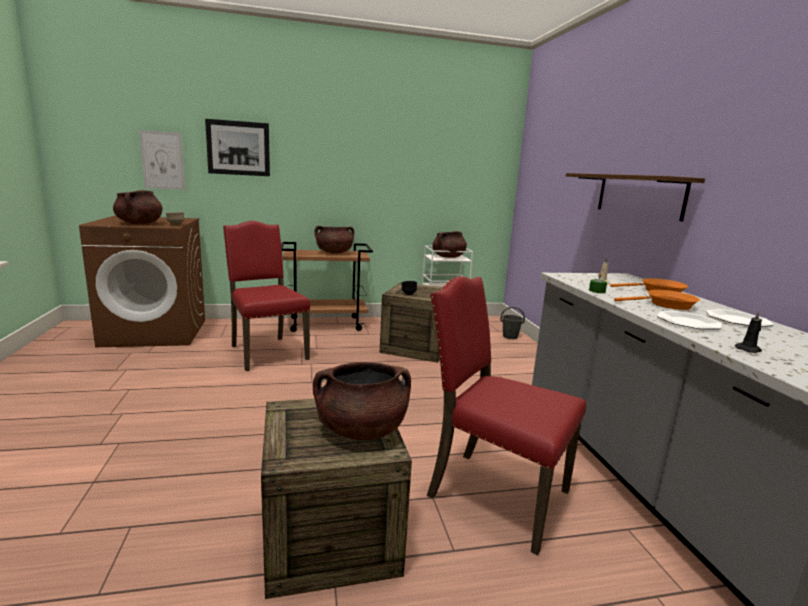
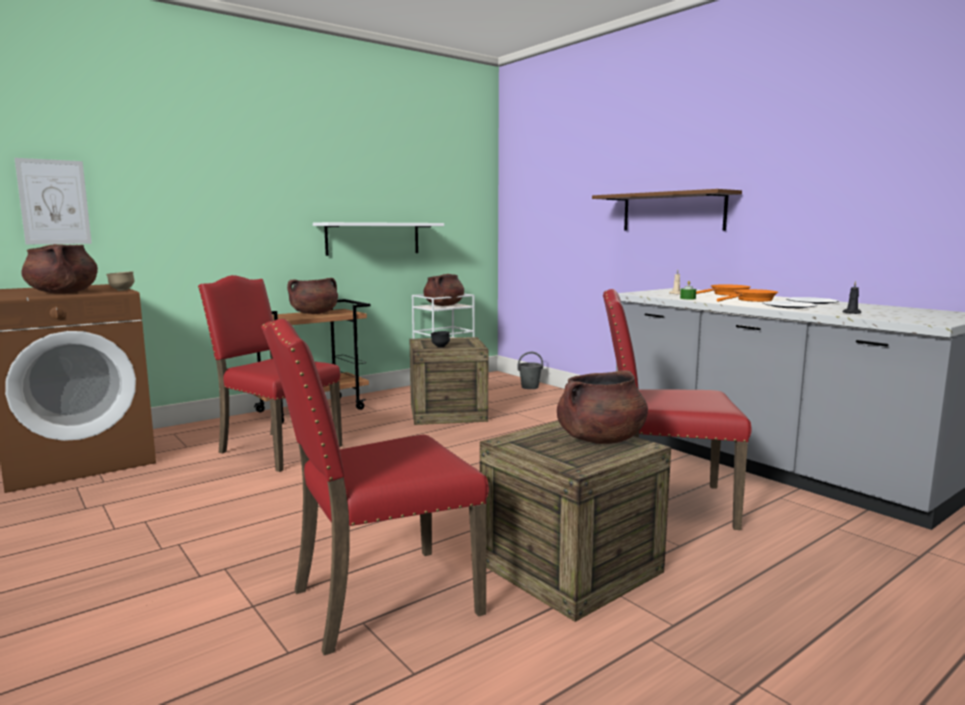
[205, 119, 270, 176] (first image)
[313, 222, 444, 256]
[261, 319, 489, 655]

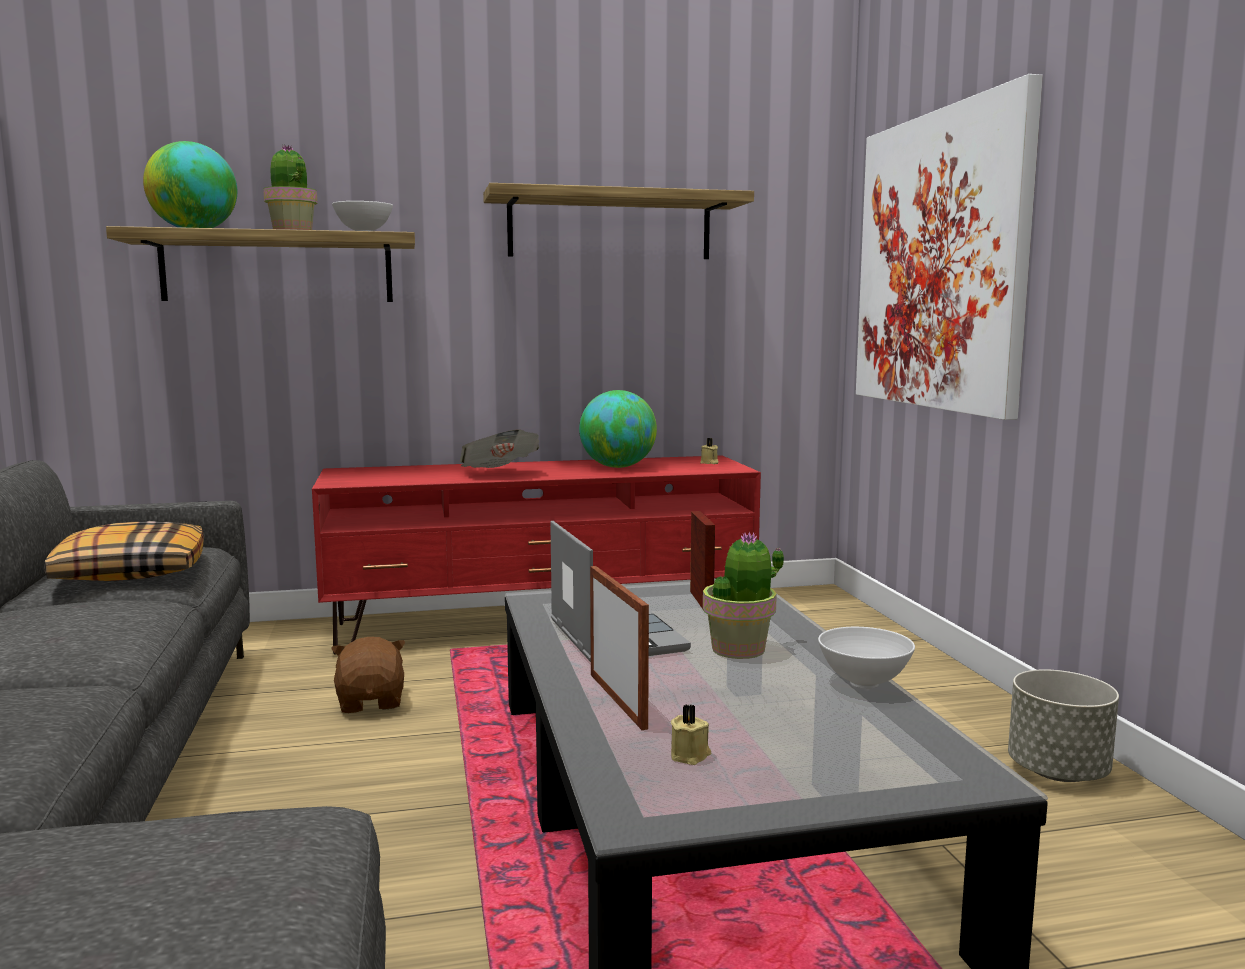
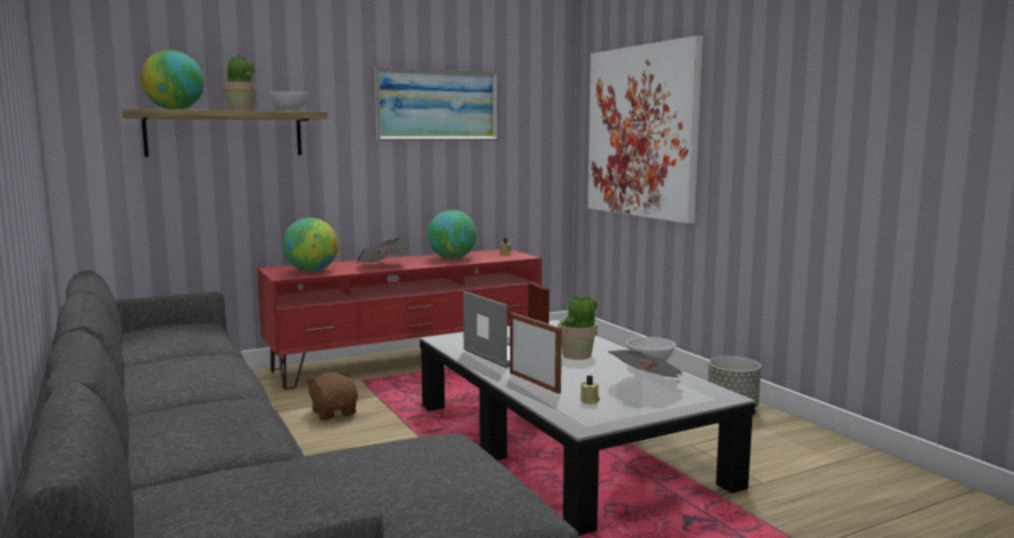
[374, 67, 499, 141]
[44, 521, 204, 581] (first image)
[282, 218, 338, 272]
[608, 350, 684, 377]

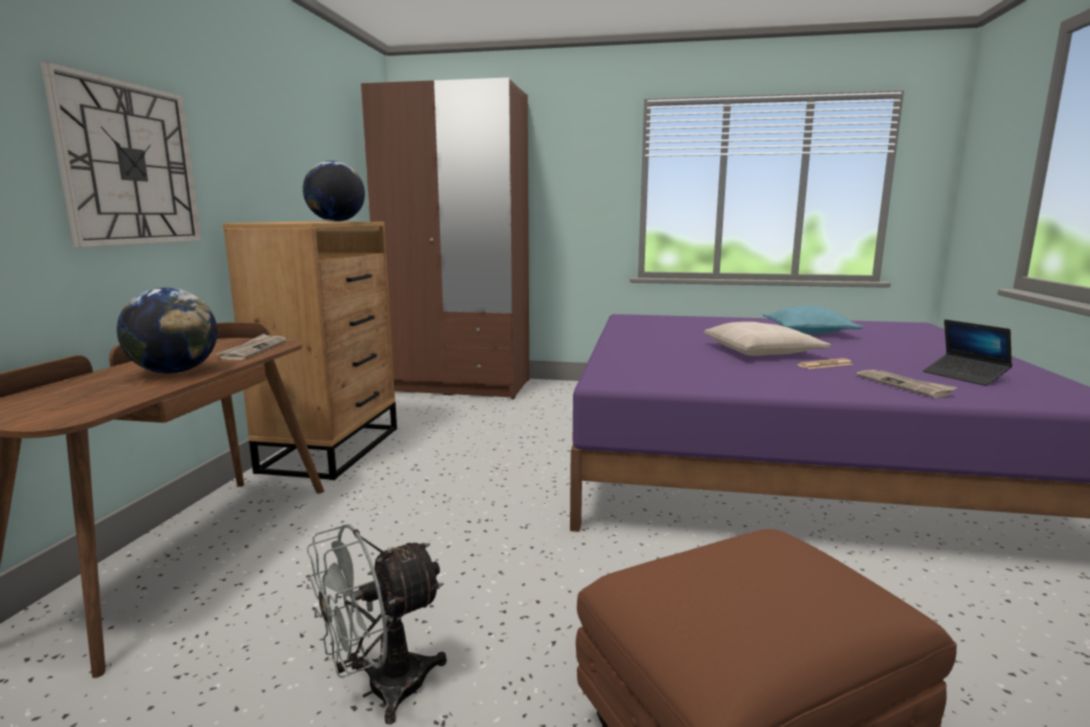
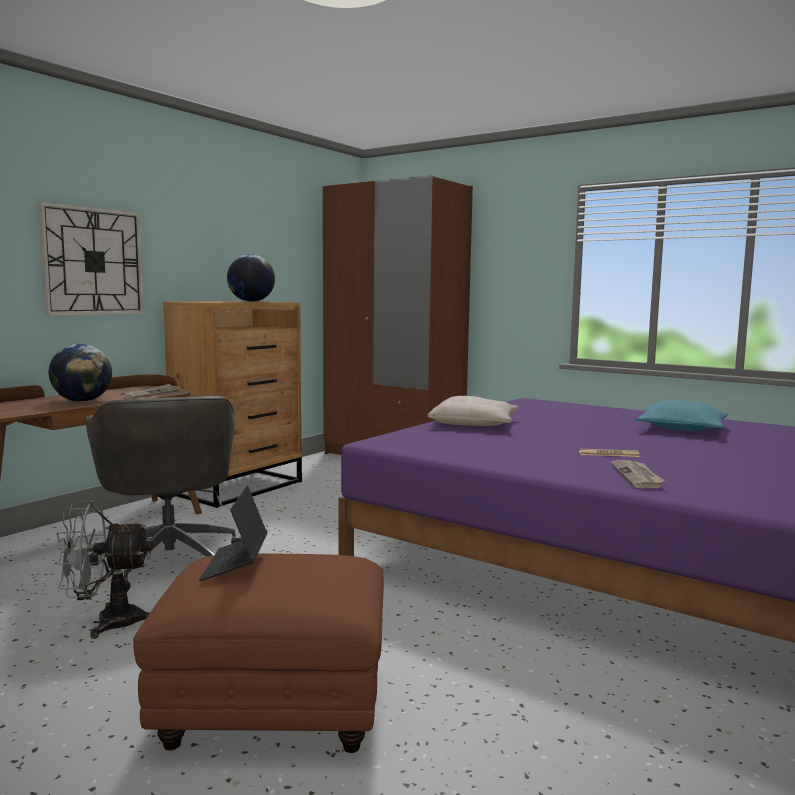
[199, 485, 267, 581]
[428, 396, 519, 426]
[86, 396, 242, 592]

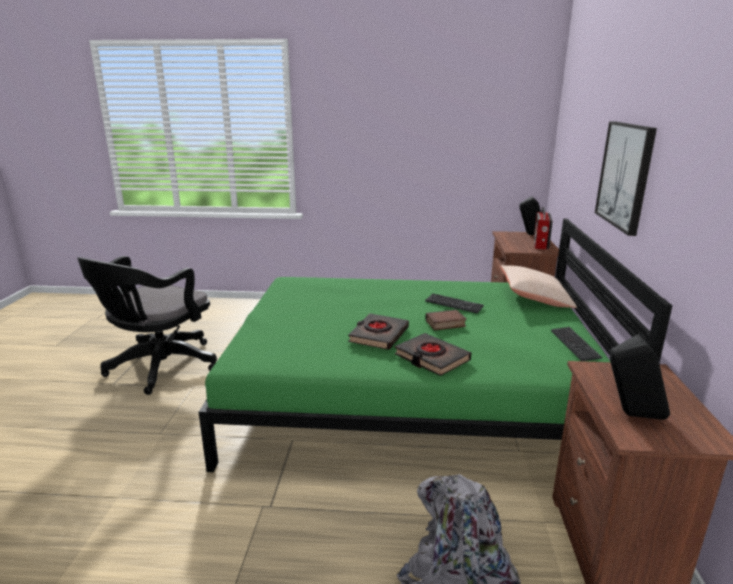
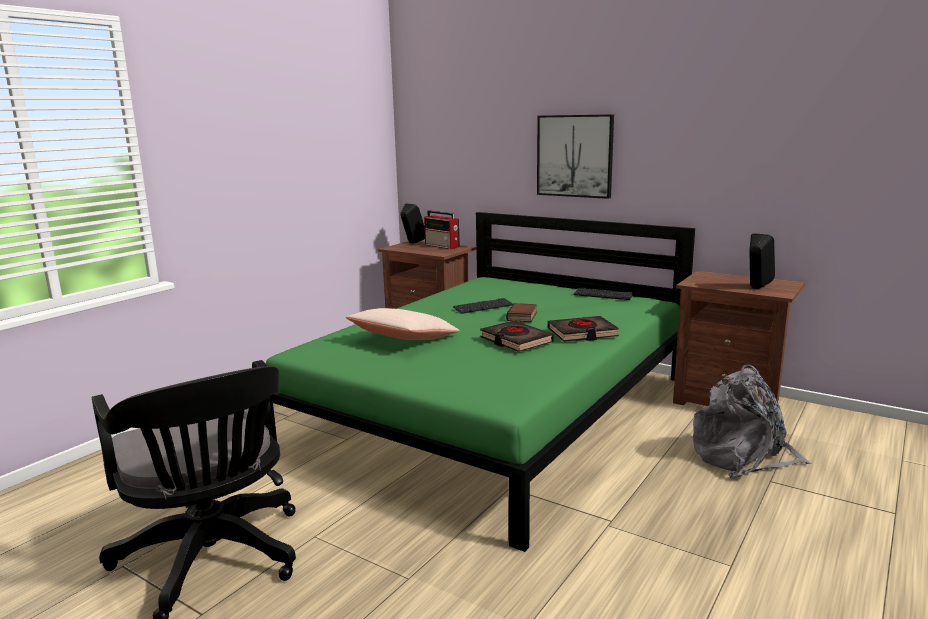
[346, 308, 460, 340]

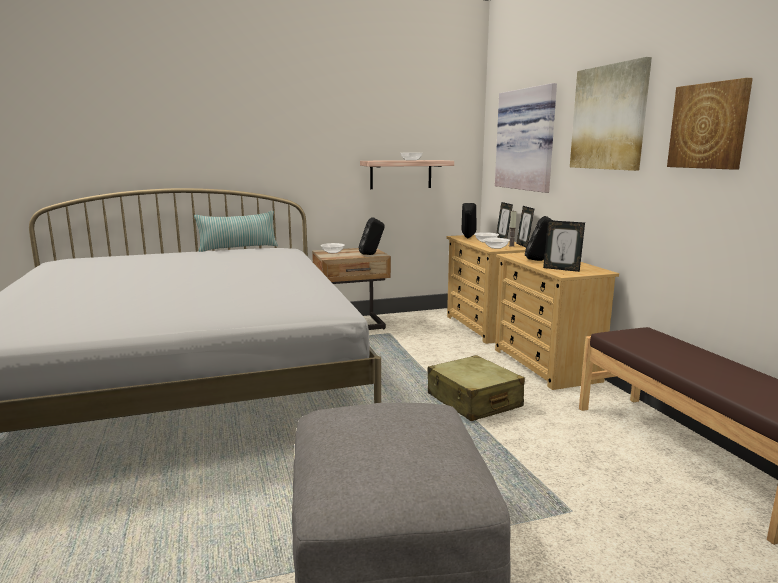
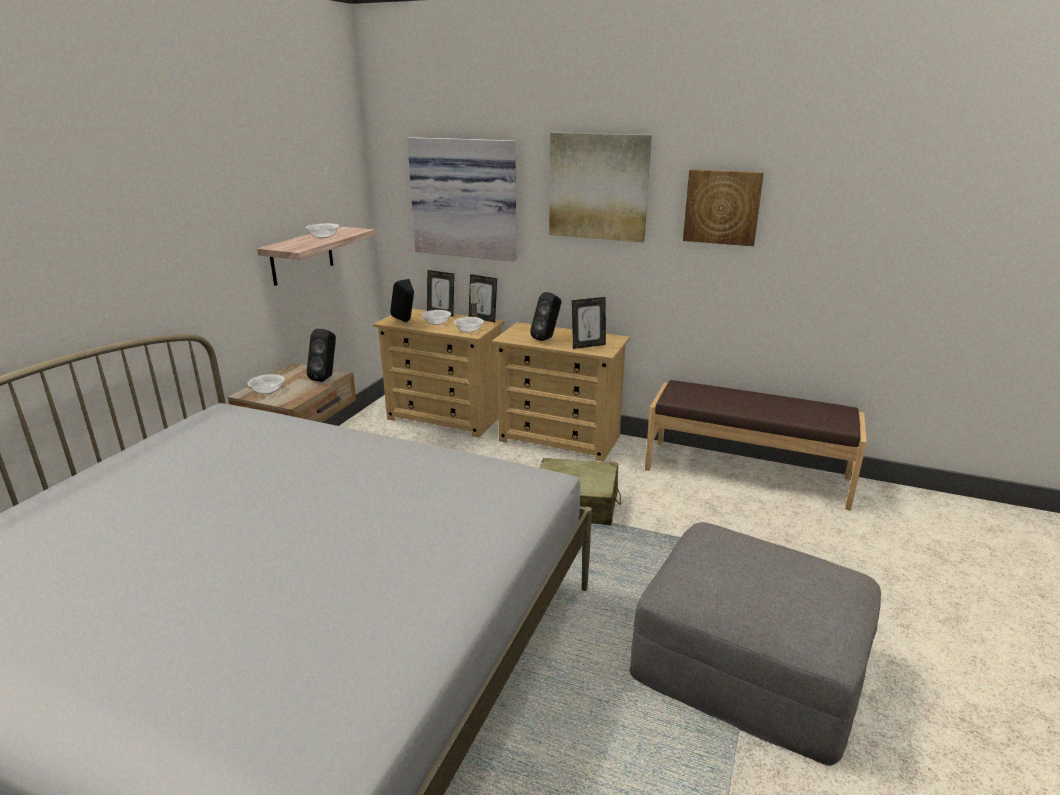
[194, 211, 278, 252] (first image)

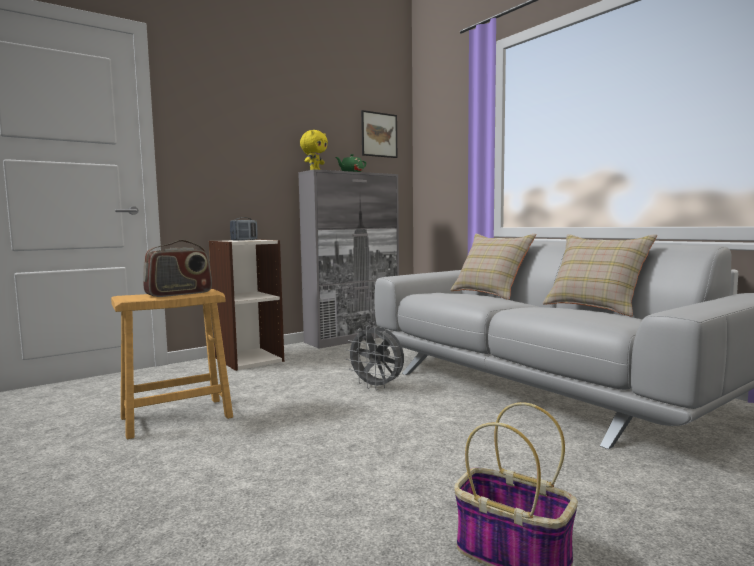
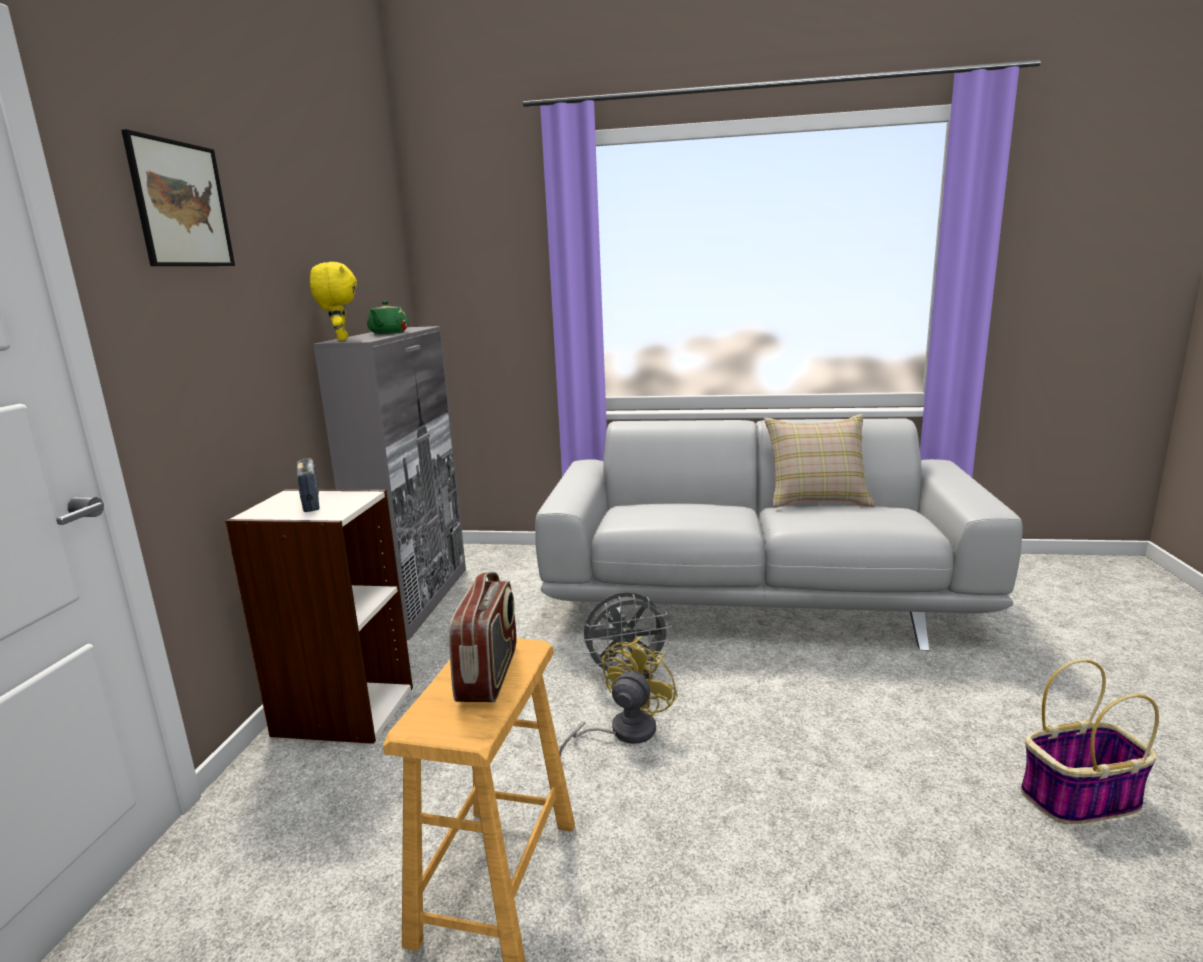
[121, 129, 235, 266]
[450, 234, 537, 300] (first image)
[559, 638, 678, 757]

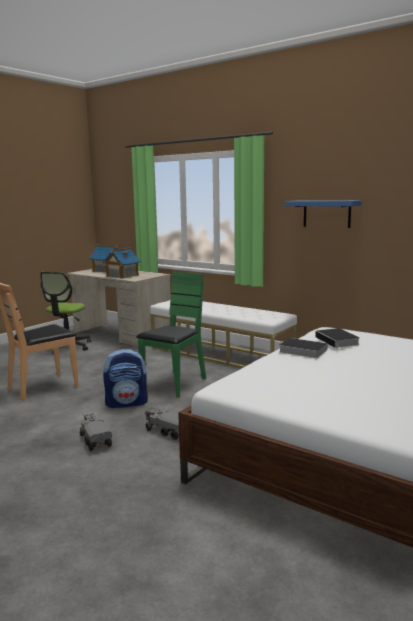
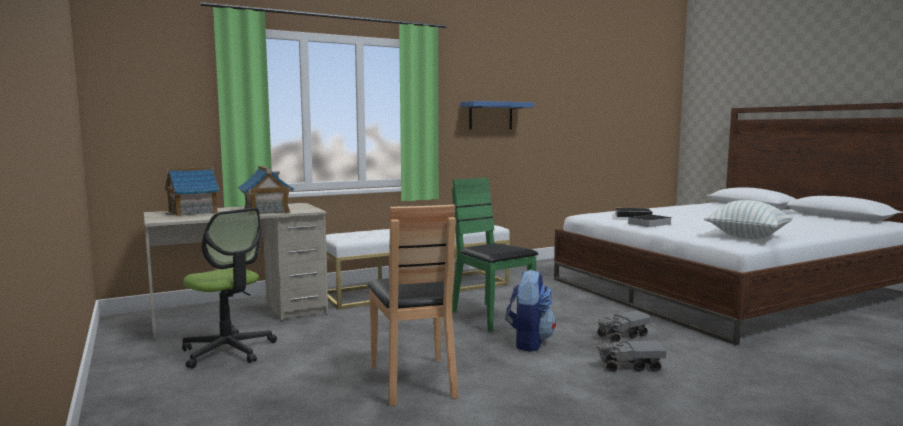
[704, 200, 793, 239]

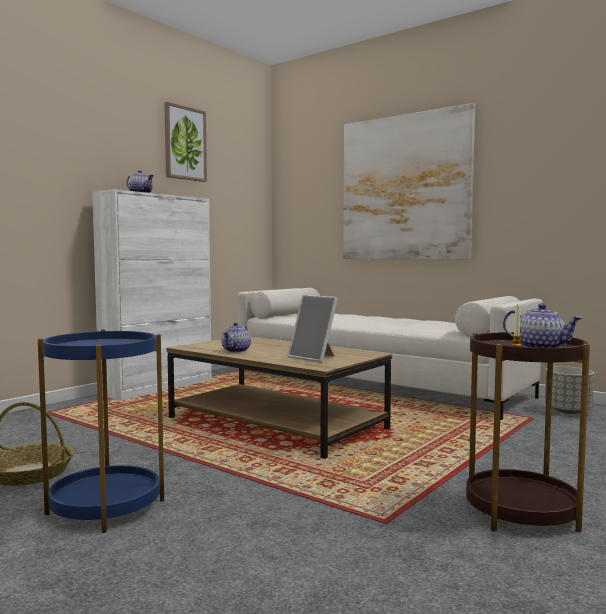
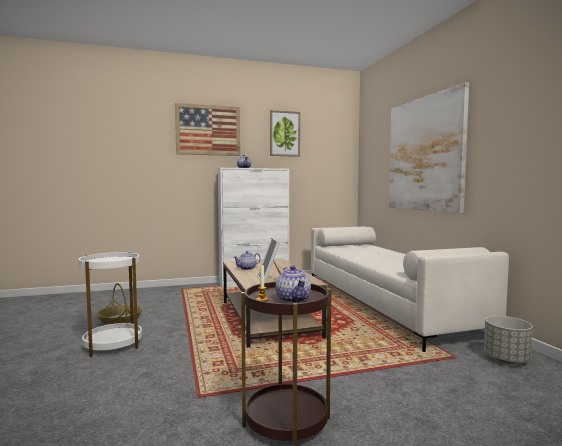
[78, 252, 142, 357]
[175, 103, 240, 156]

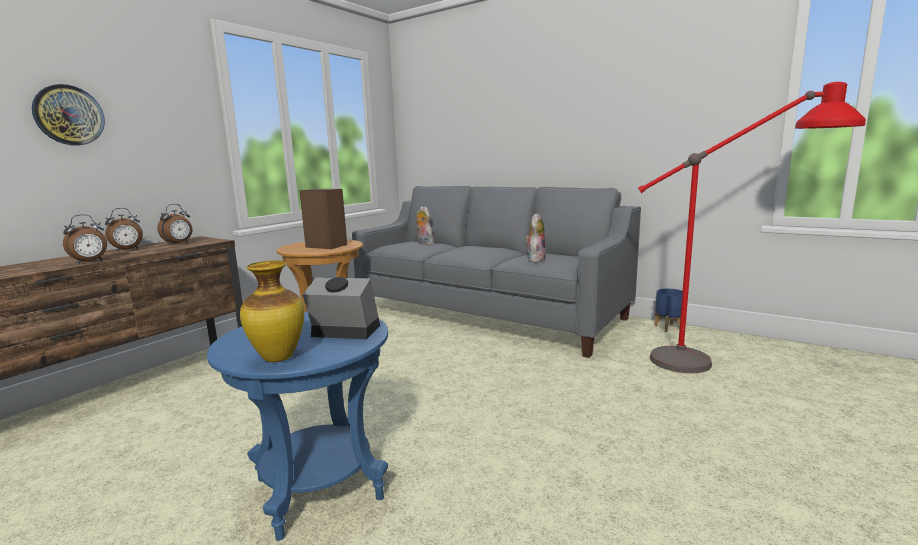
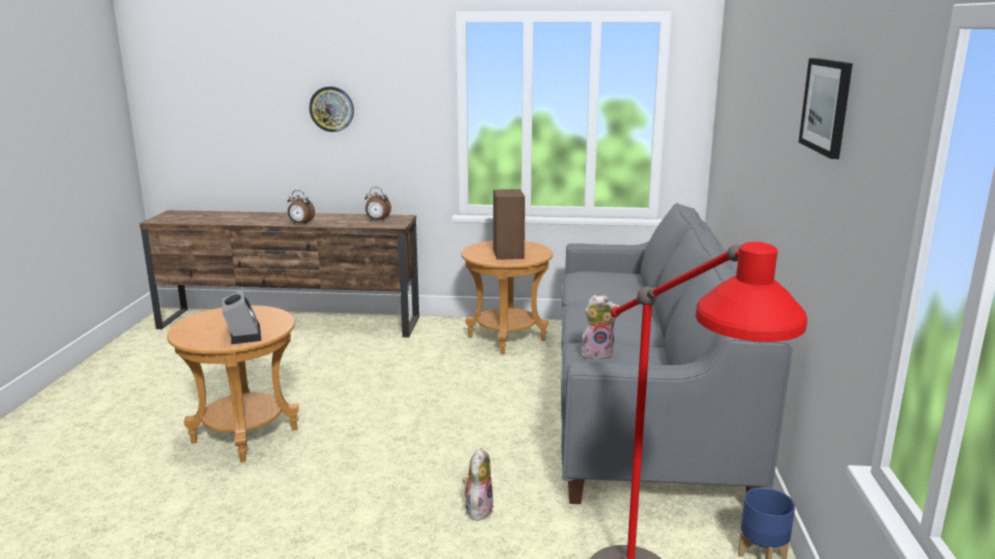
[462, 448, 494, 521]
[105, 208, 143, 251] (first image)
[240, 261, 304, 362] (first image)
[167, 305, 299, 463]
[798, 58, 853, 159]

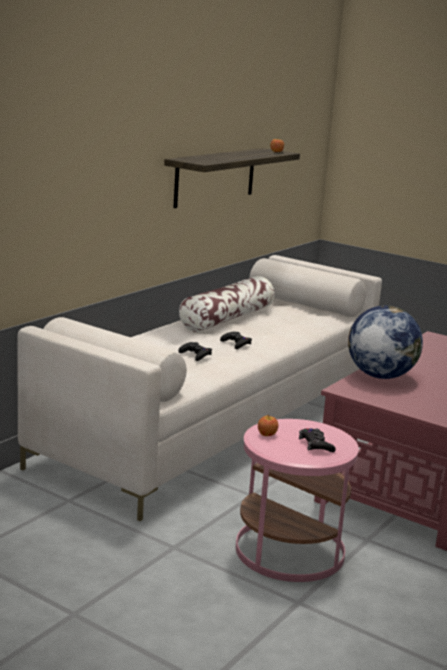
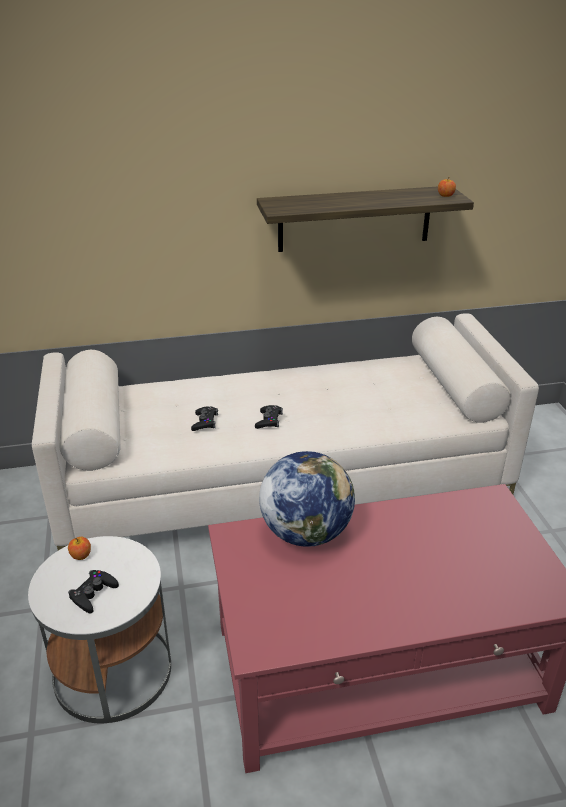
[179, 276, 274, 332] (first image)
[28, 536, 171, 723]

